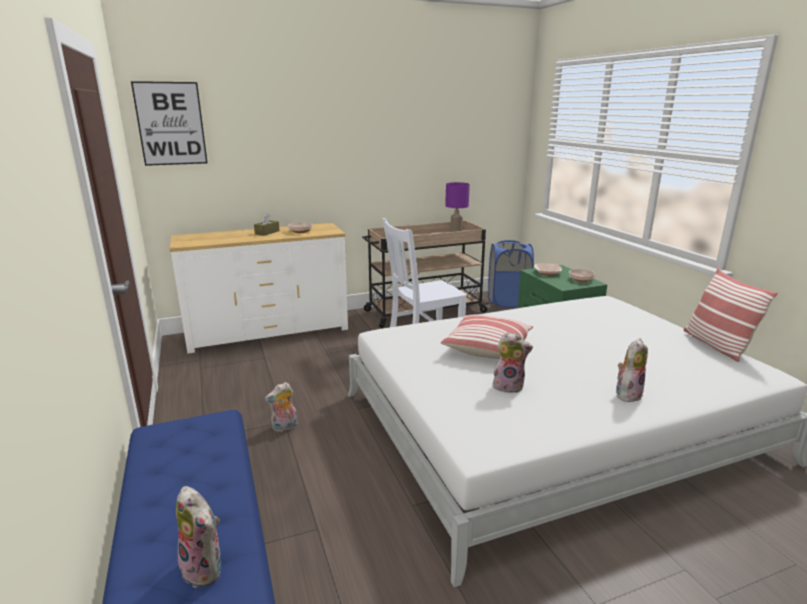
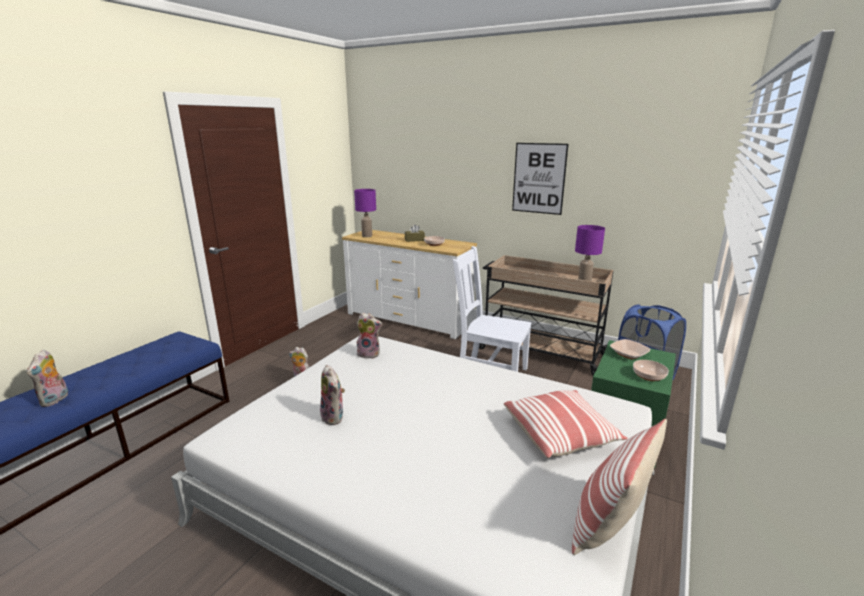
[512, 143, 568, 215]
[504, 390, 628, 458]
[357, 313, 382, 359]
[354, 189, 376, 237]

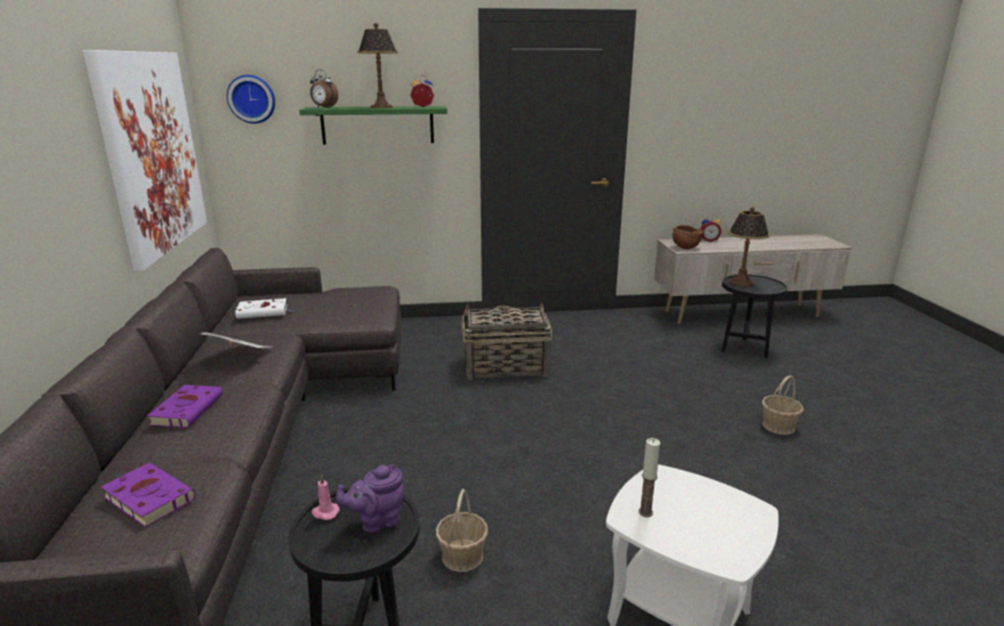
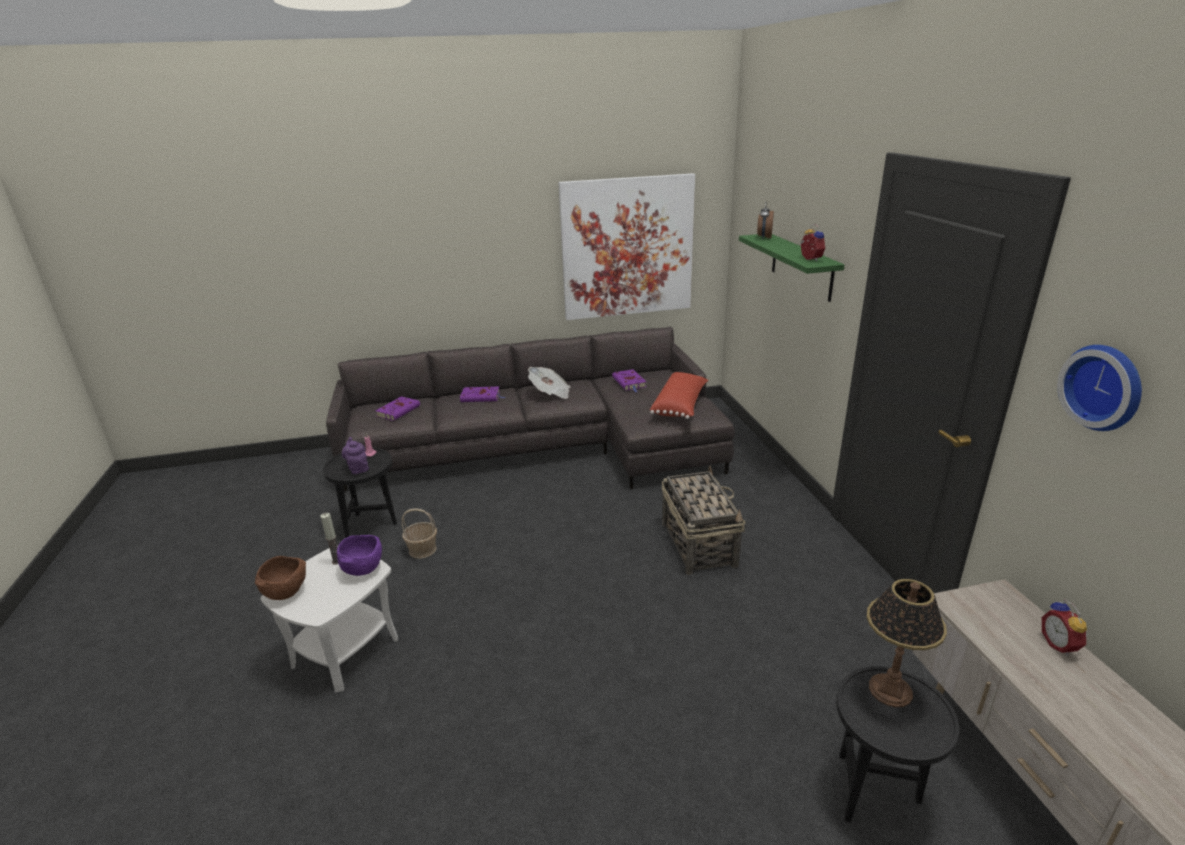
[357, 23, 398, 108] (first image)
[1057, 345, 1142, 431]
[255, 556, 306, 600]
[612, 369, 646, 392]
[762, 376, 804, 435] (first image)
[650, 372, 708, 419]
[337, 535, 382, 576]

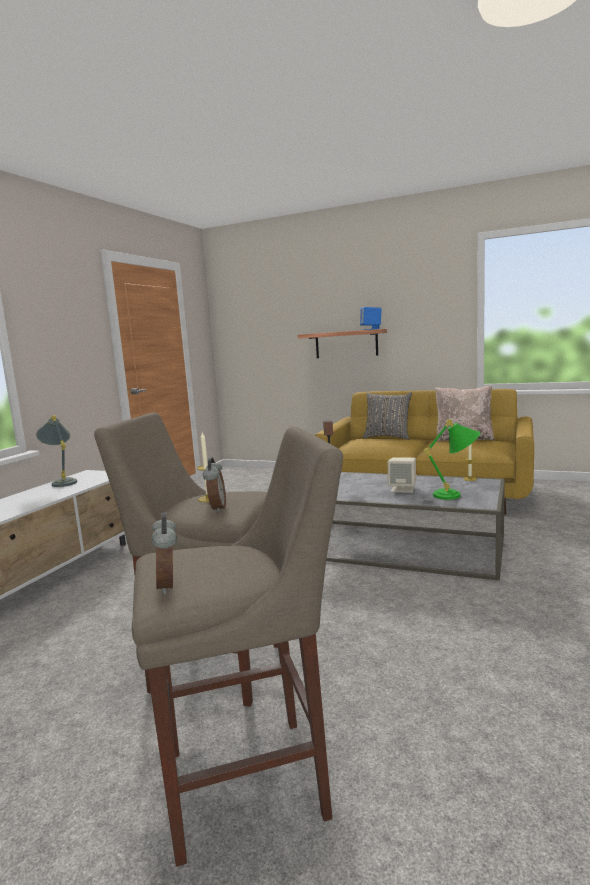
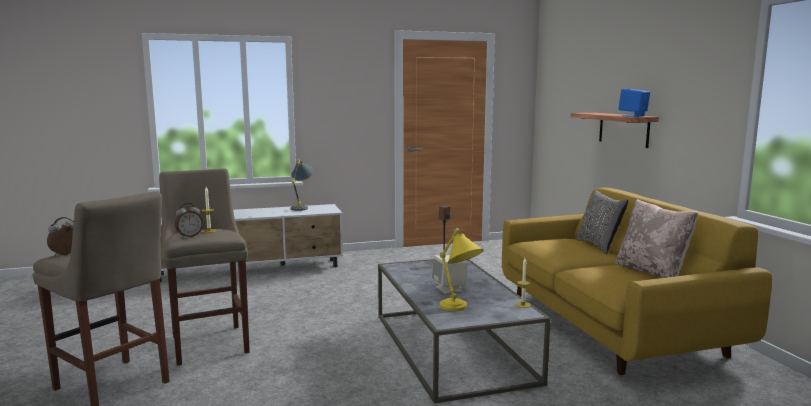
[440, 228, 484, 311]

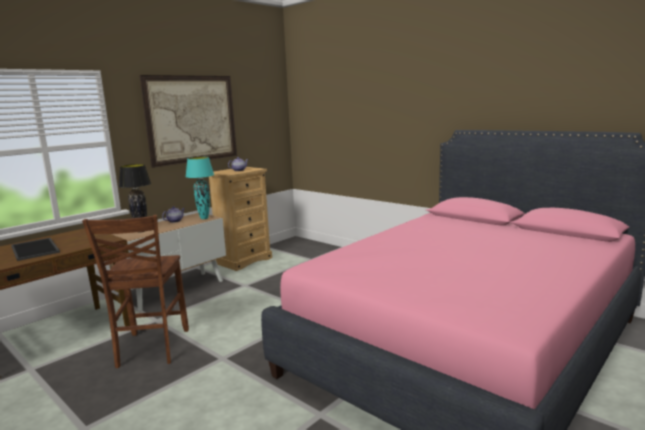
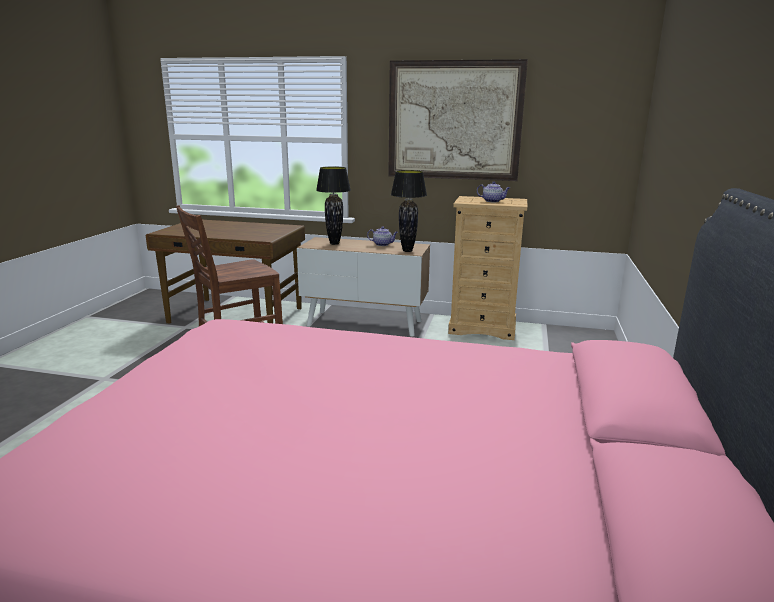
[391, 170, 427, 252]
[11, 238, 60, 261] (first image)

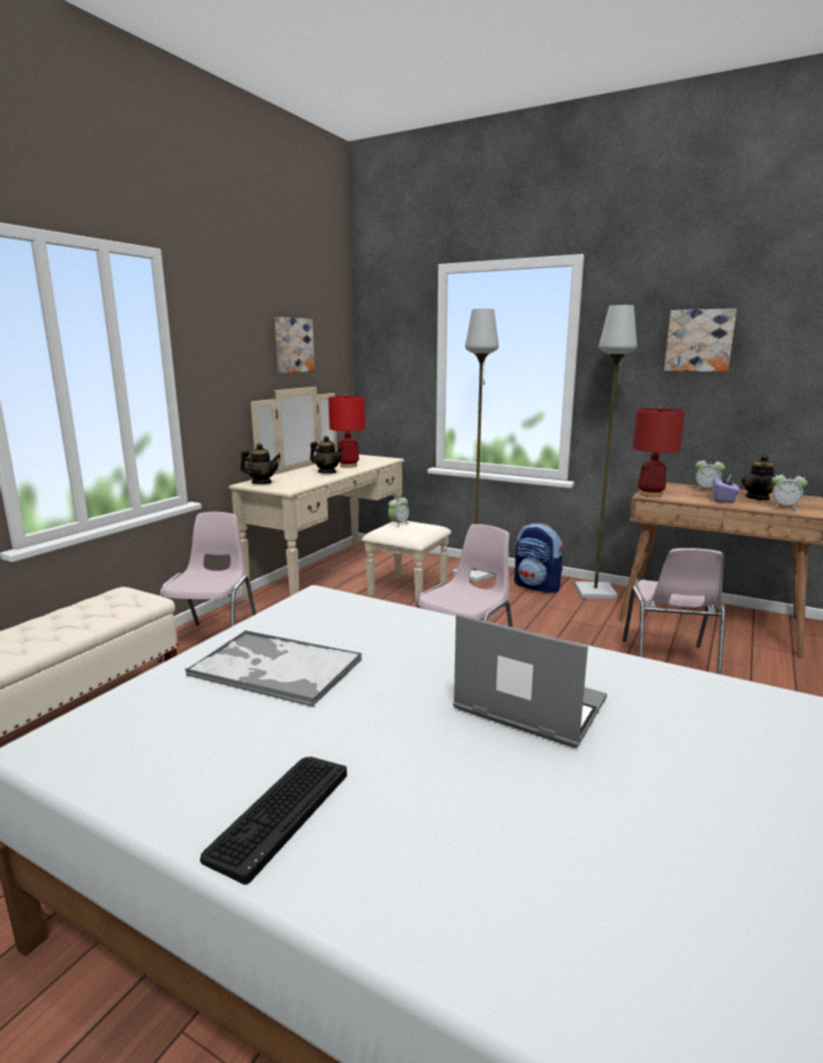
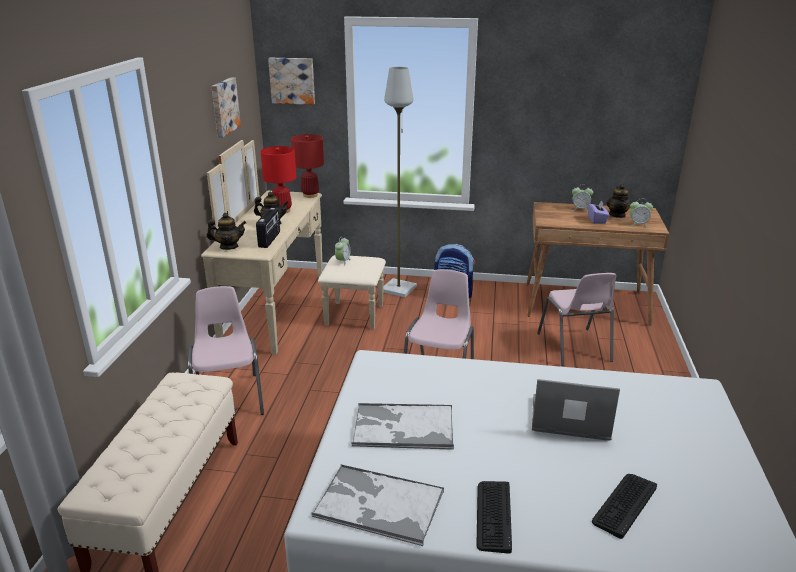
[575, 305, 637, 599] (first image)
[268, 58, 315, 105]
[291, 134, 324, 198]
[256, 208, 280, 248]
[311, 464, 444, 546]
[592, 474, 657, 539]

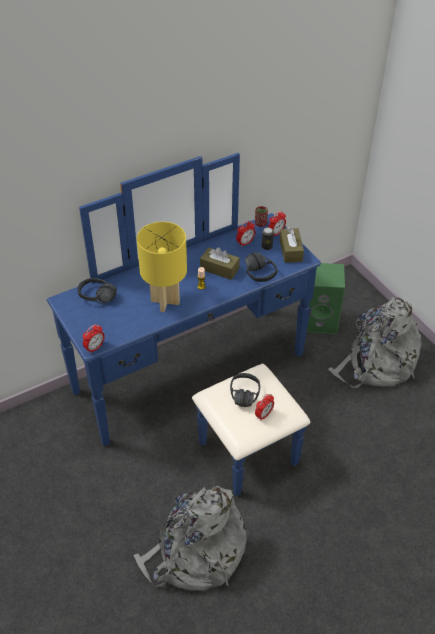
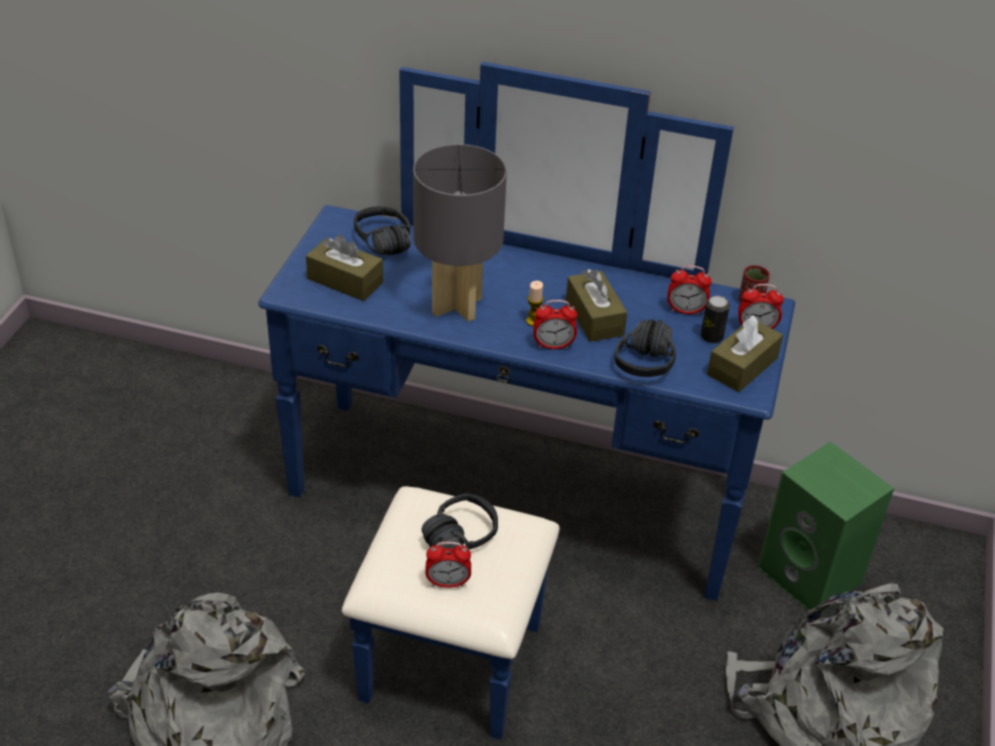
[413, 144, 507, 322]
[533, 300, 577, 349]
[306, 235, 383, 301]

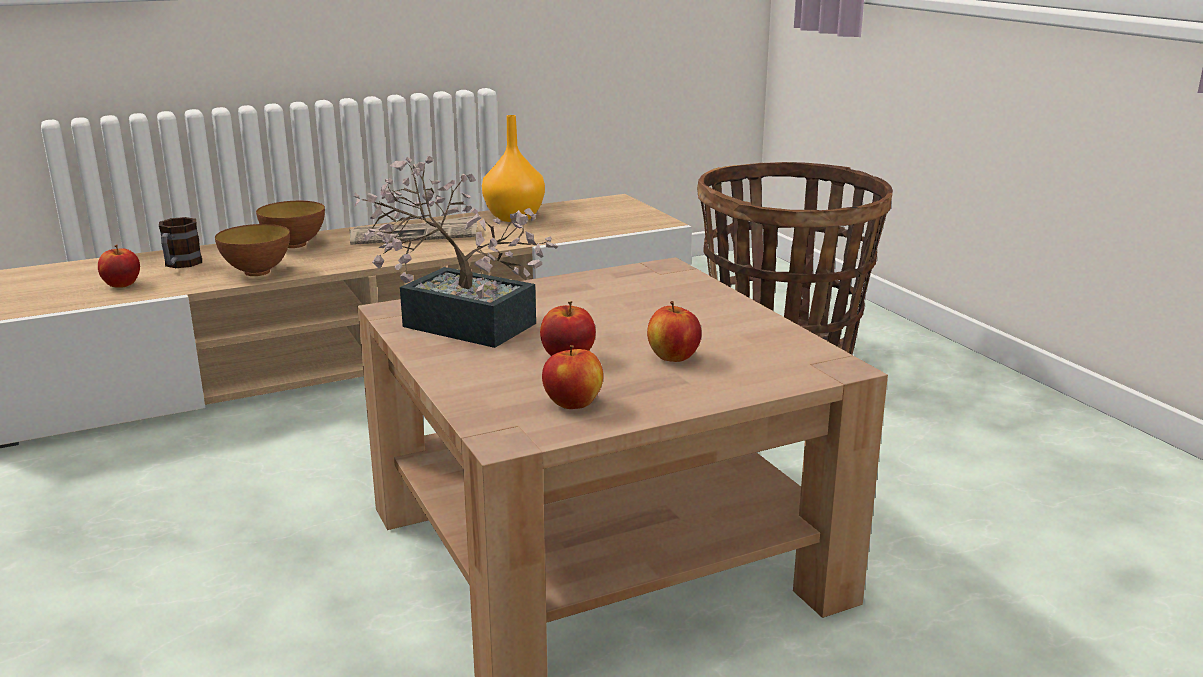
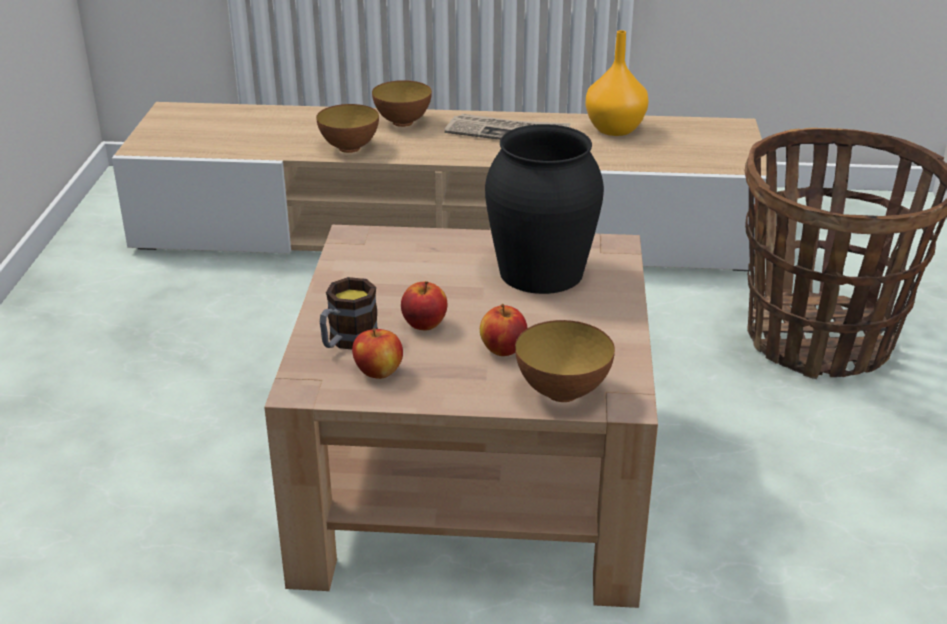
[354, 156, 559, 348] (first image)
[320, 277, 378, 350]
[98, 245, 140, 288] (first image)
[485, 124, 604, 294]
[515, 320, 615, 402]

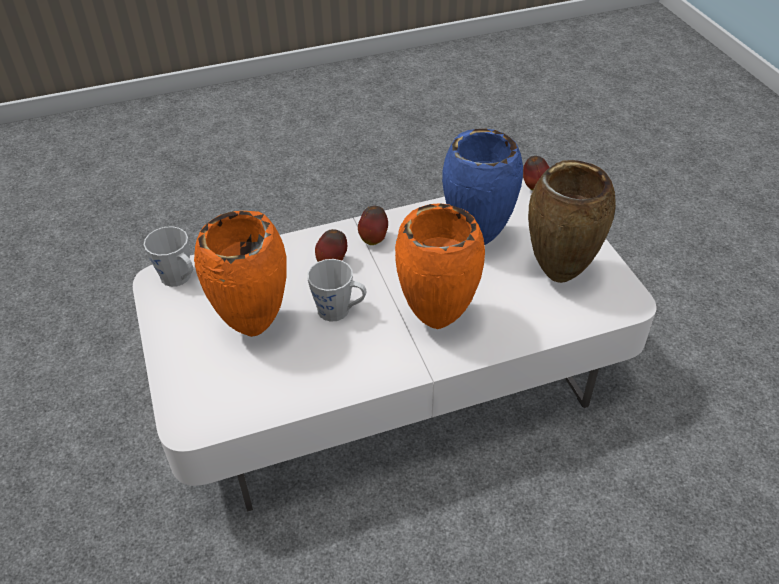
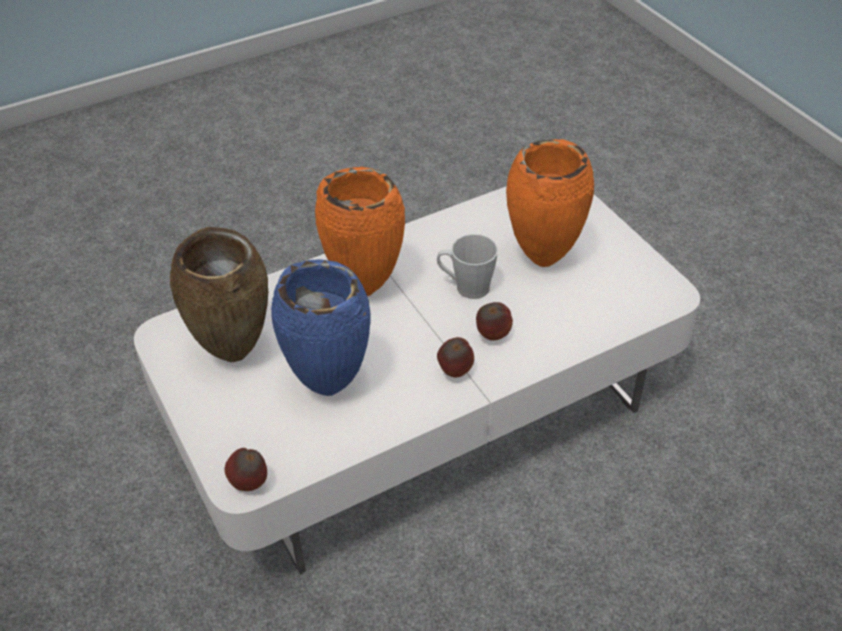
[144, 226, 193, 287] (first image)

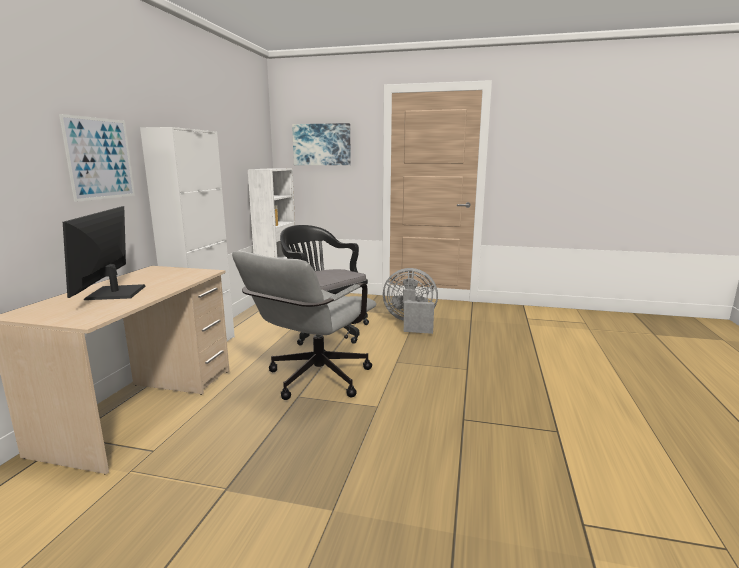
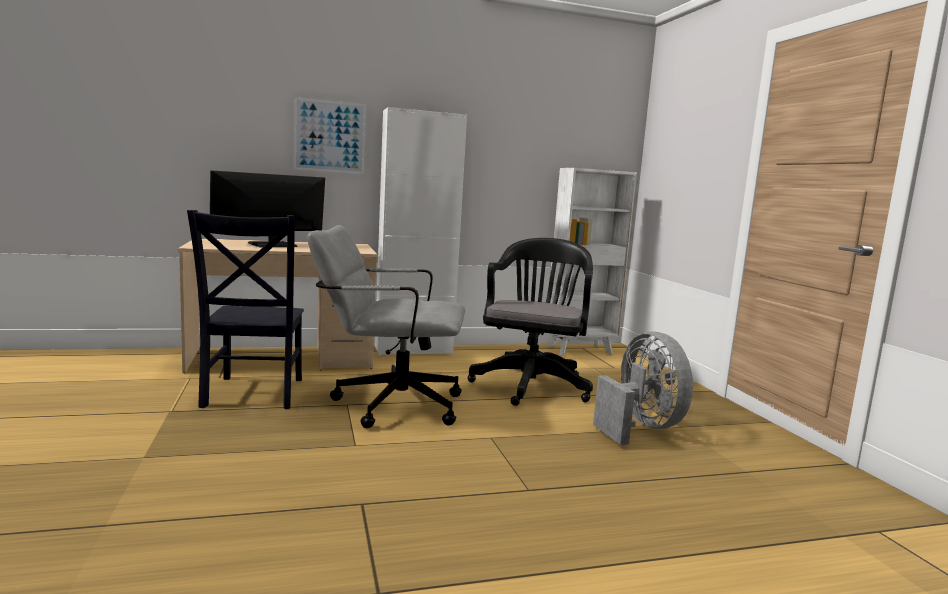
[292, 123, 351, 165] (first image)
[187, 210, 304, 409]

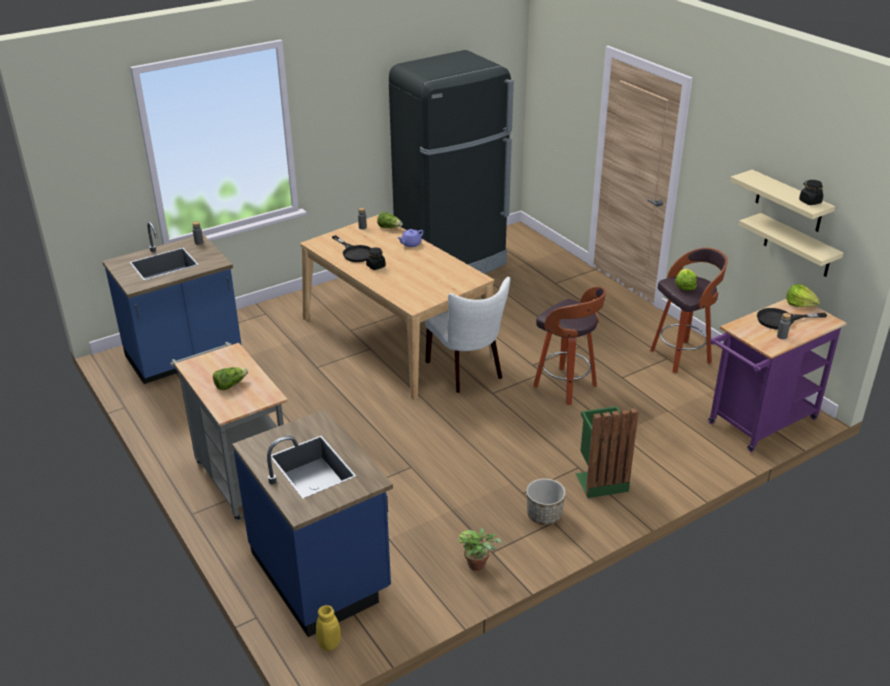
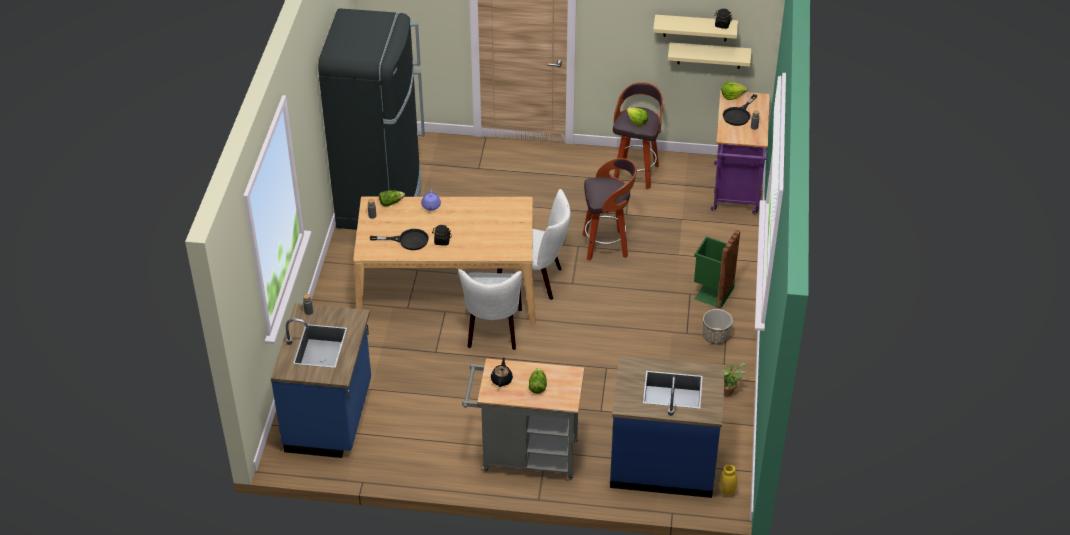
[458, 269, 522, 350]
[491, 357, 513, 387]

